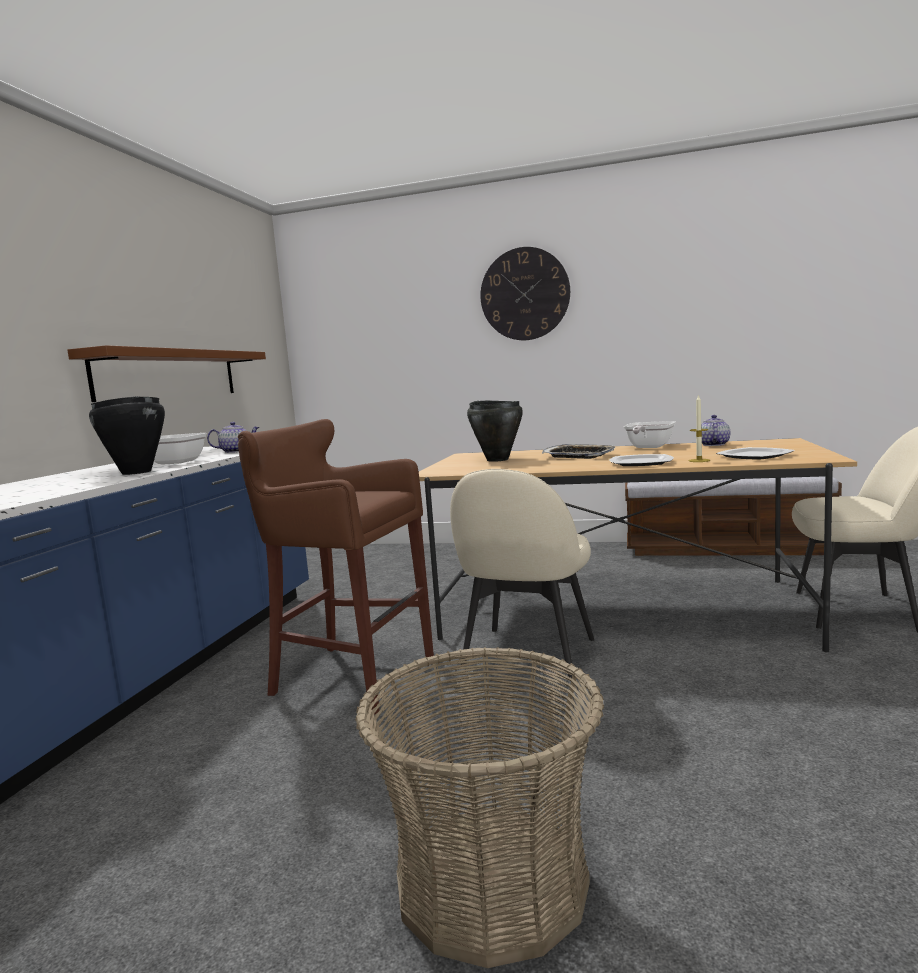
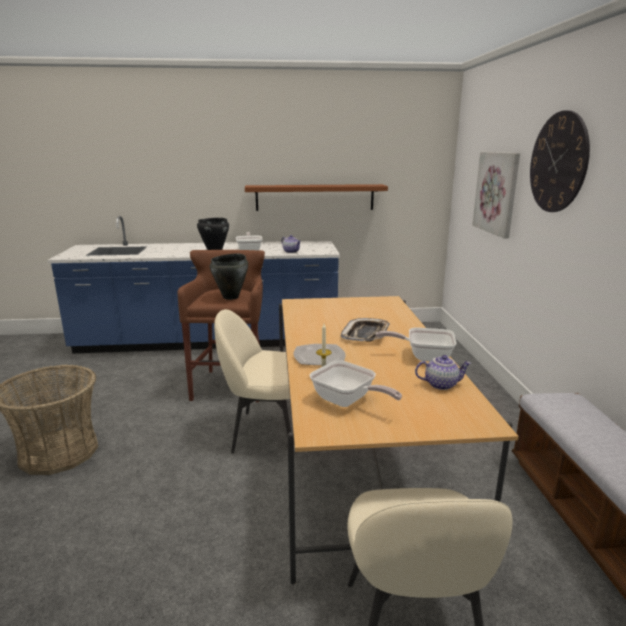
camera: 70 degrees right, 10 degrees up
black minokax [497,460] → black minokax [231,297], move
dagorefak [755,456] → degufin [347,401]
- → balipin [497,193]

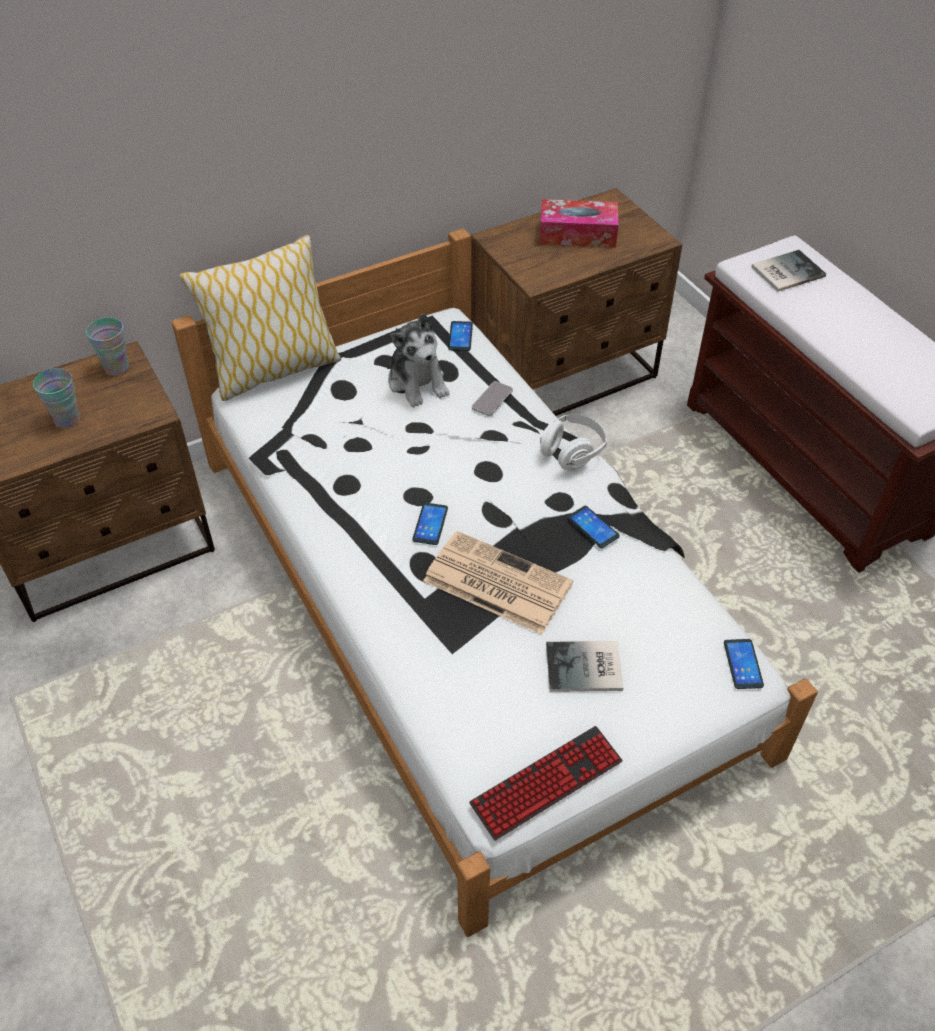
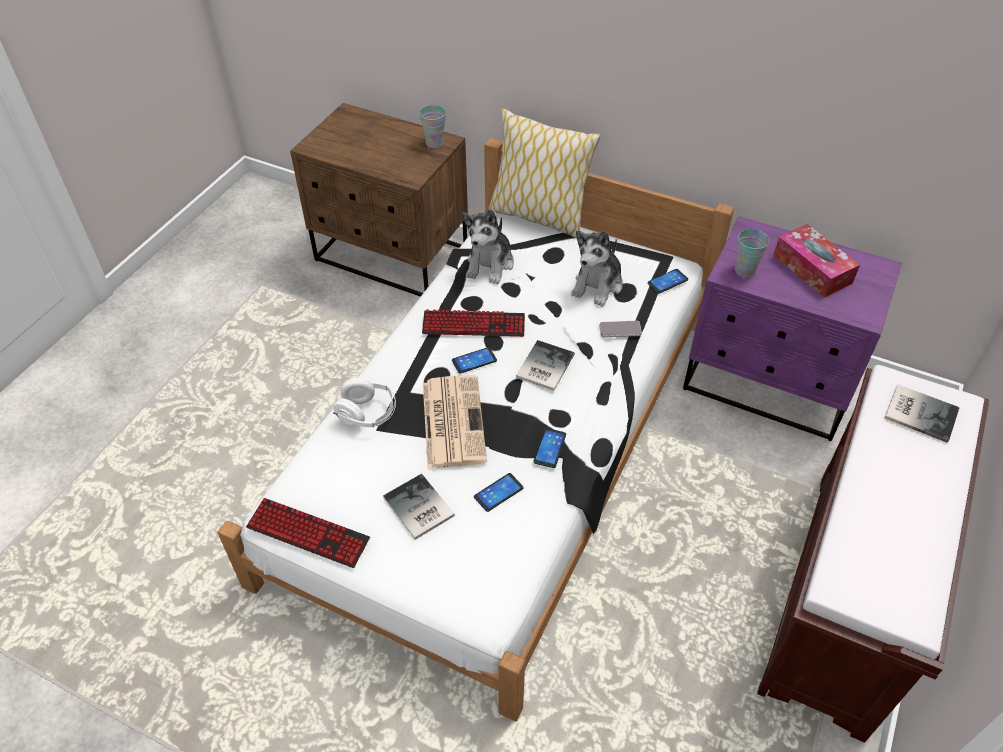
camera: 55 degrees right, 0 degrees up
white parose [572,452] → white parose [367,414], move
- → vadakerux [473,325]
- → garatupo [490,264]
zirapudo [743,664] → zirapudo [498,492], move
- → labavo [543,366]
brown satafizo [566,374] → purple satafizo [768,384]
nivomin [67,419] → nivomin [745,270], move

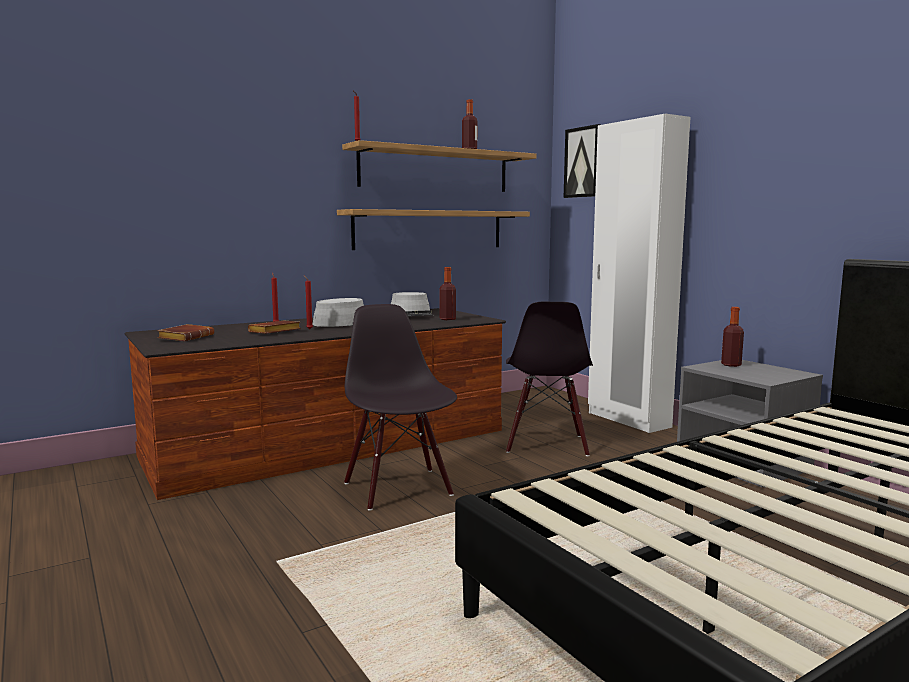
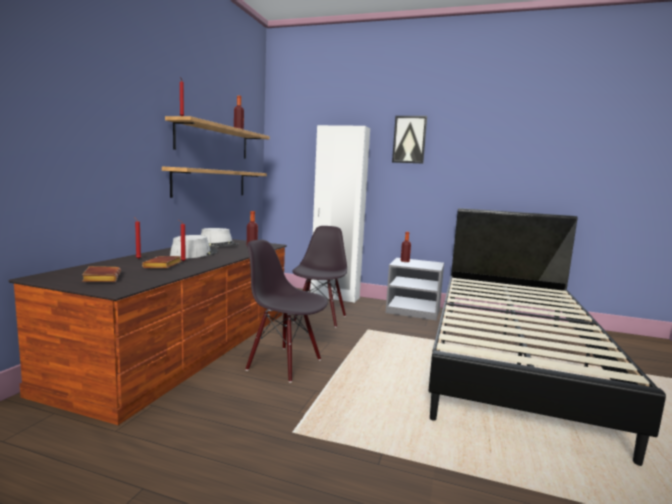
camera: 40 degrees left, 0 degrees up
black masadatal [546,444] → black masadatal [319,318], 135 degrees counterclockwise
balipin [583,162] → balipin [409,139], move

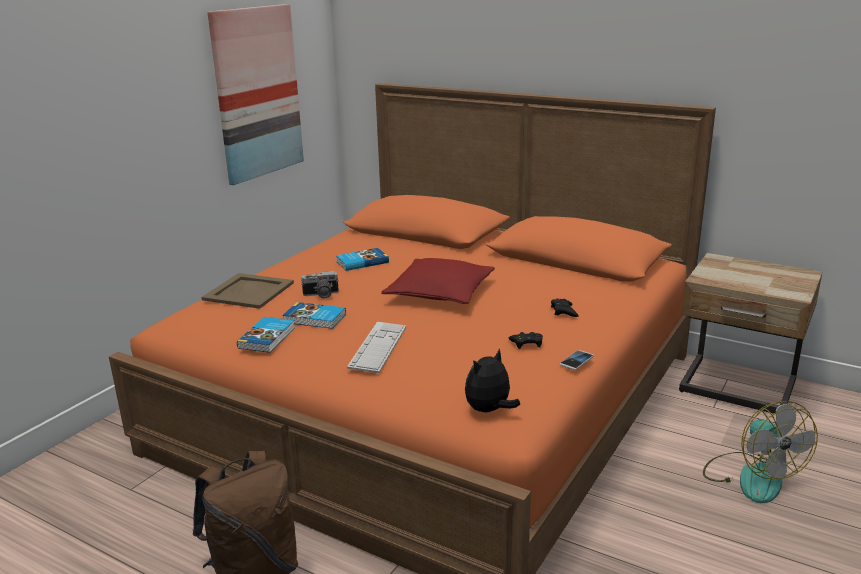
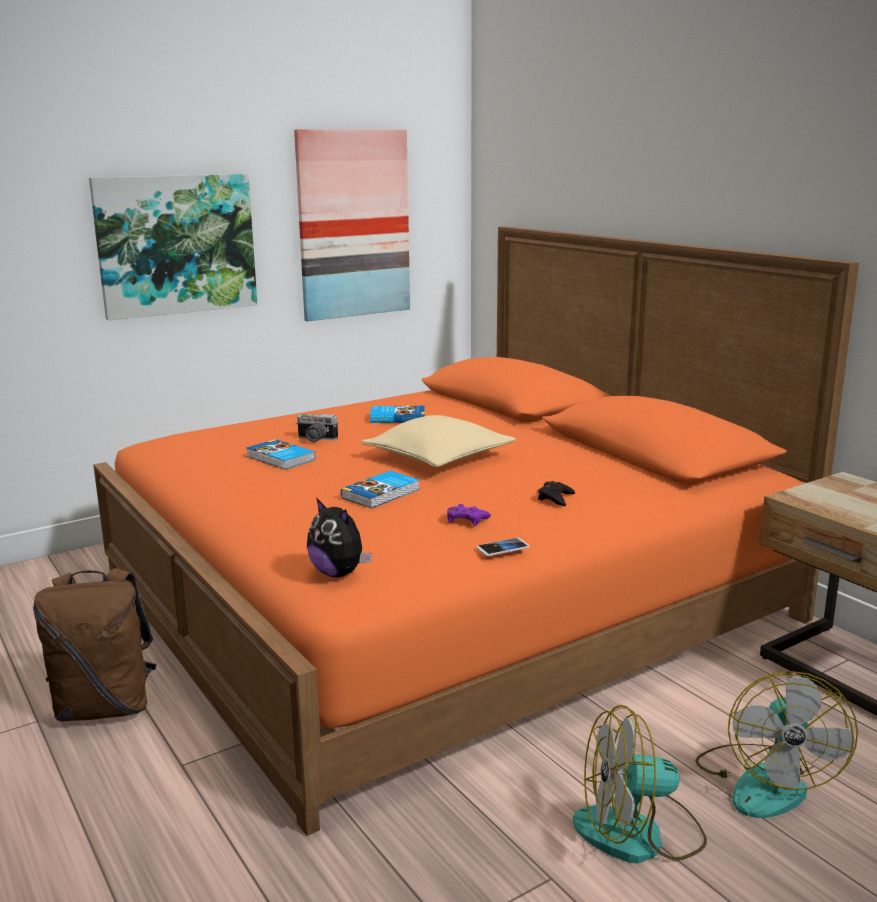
camera: 25 degrees right, 5 degrees down
- → balipin [176,244]
garatupo [489,410] → garatupo [339,573], 120 degrees counterclockwise
labavo [268,337] → labavo [382,493], move
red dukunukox [440,293] → beige dukunukox [438,457]
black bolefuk [527,343] → purple bolefuk [466,520]
- → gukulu [639,834]
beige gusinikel [248,291] → -
vadakerux [378,347] → -

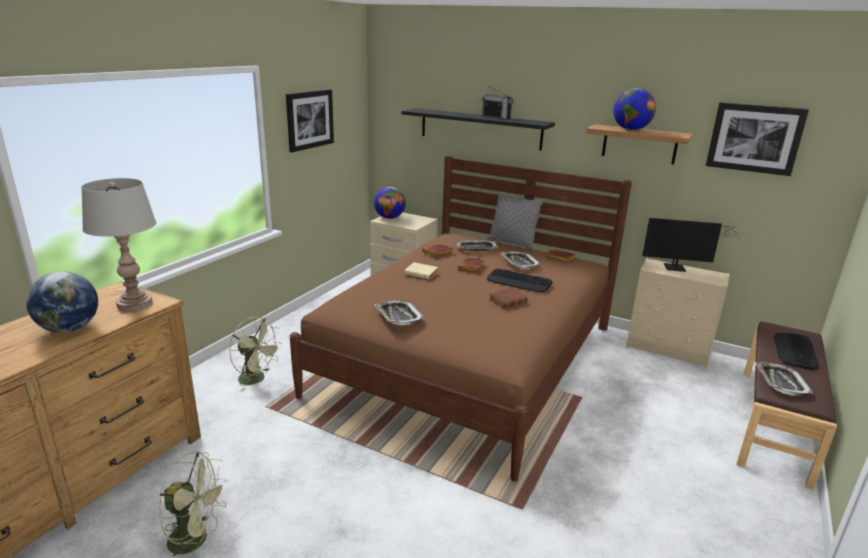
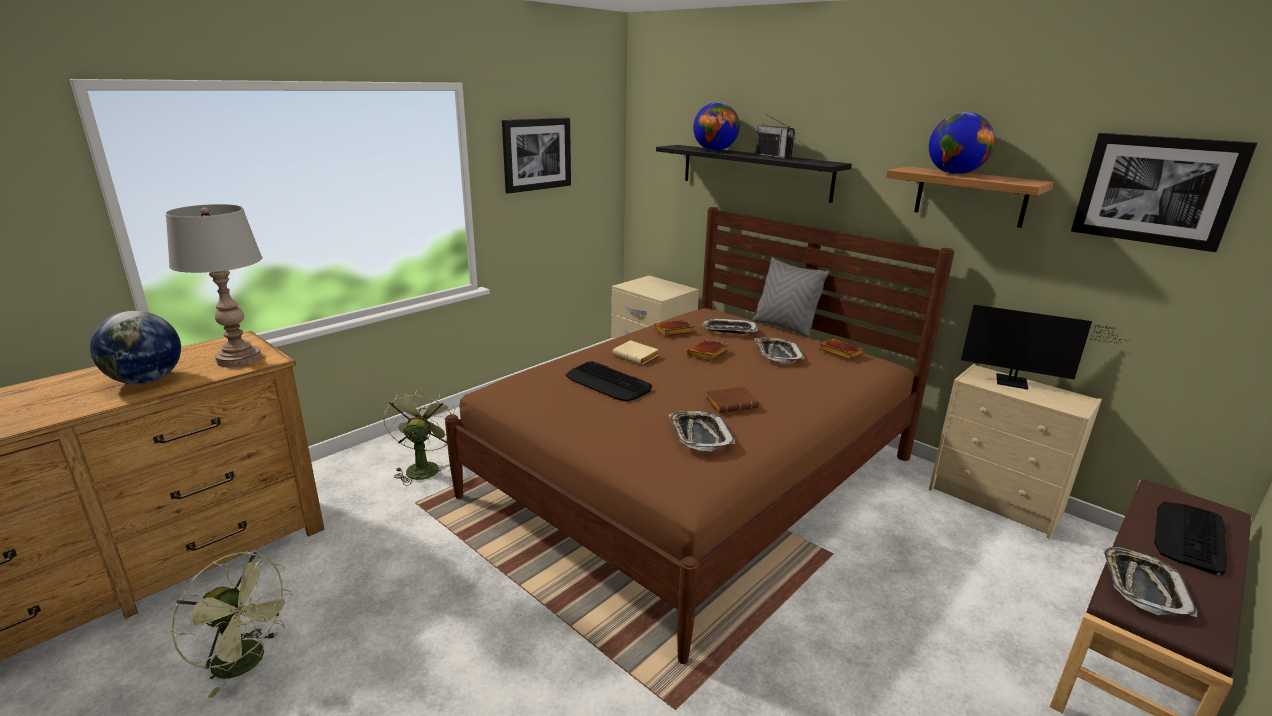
camera: 15 degrees right, 0 degrees up
green gukulu [257,379] → green gukulu [423,467], 135 degrees counterclockwise
vadakerux [519,281] → vadakerux [608,383], move
gusinikel [398,316] → gusinikel [699,435], move
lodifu [389,217] → lodifu [714,150], move

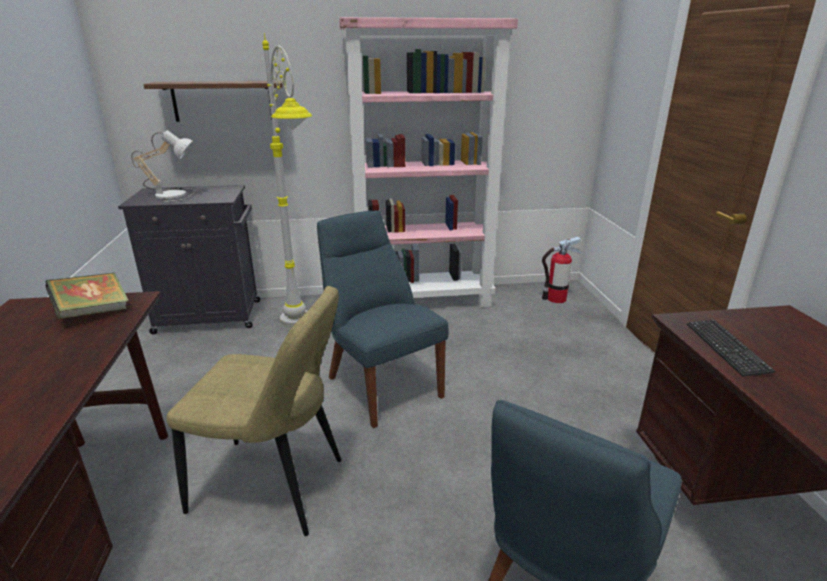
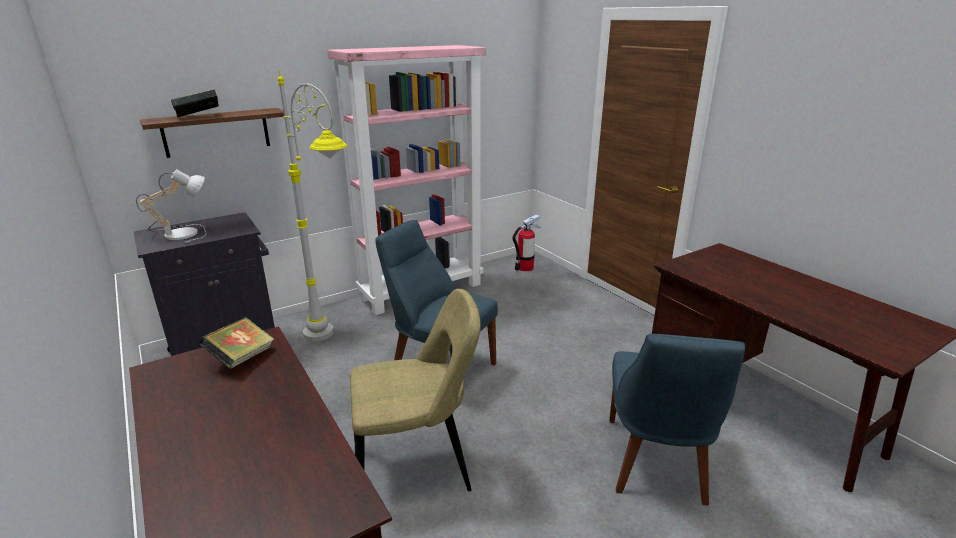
camera: 25 degrees left, 0 degrees up
- → labavo [198,117]
vadakerux [726,348] → -

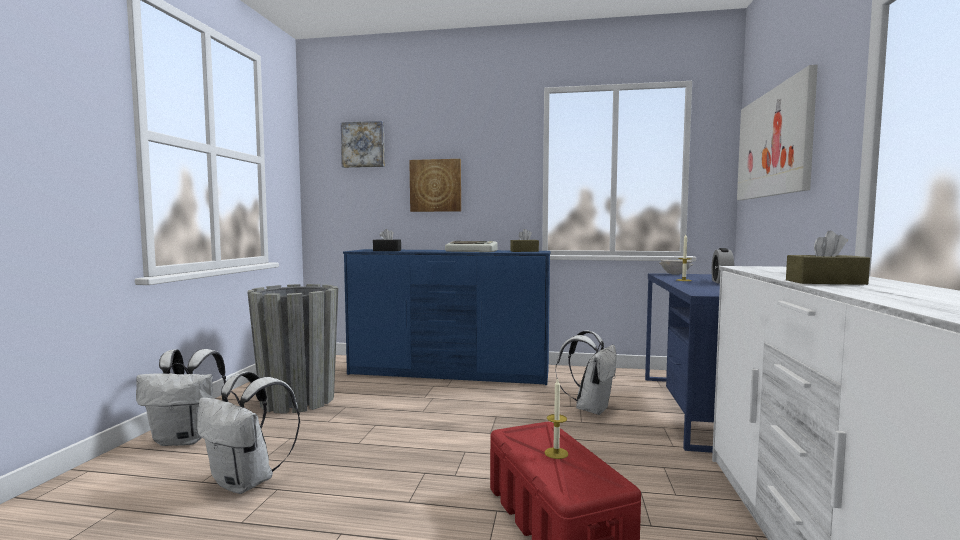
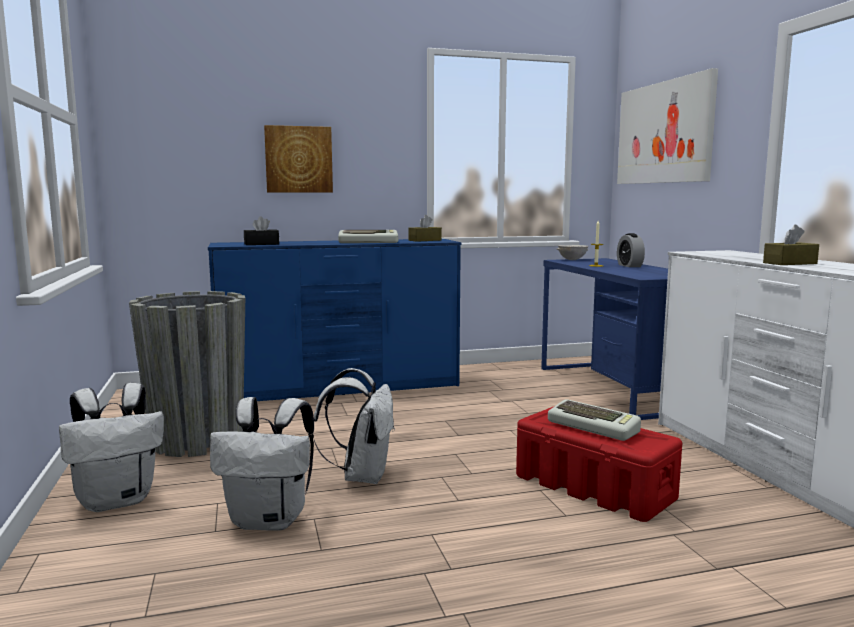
camera: 25 degrees left, 5 degrees up
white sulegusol [590,408] → white sulegusol [362,476], move
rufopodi [556,453] → vadakerux [594,427]
balipin [363,145] → -

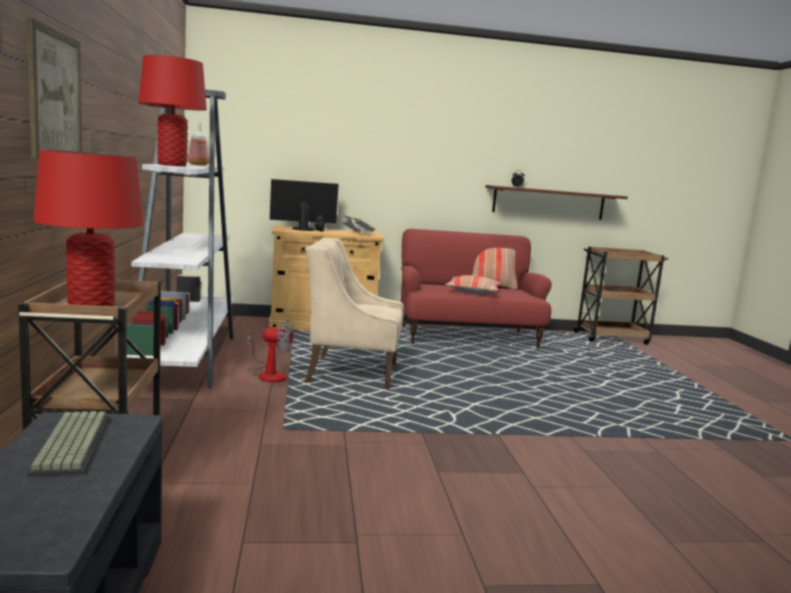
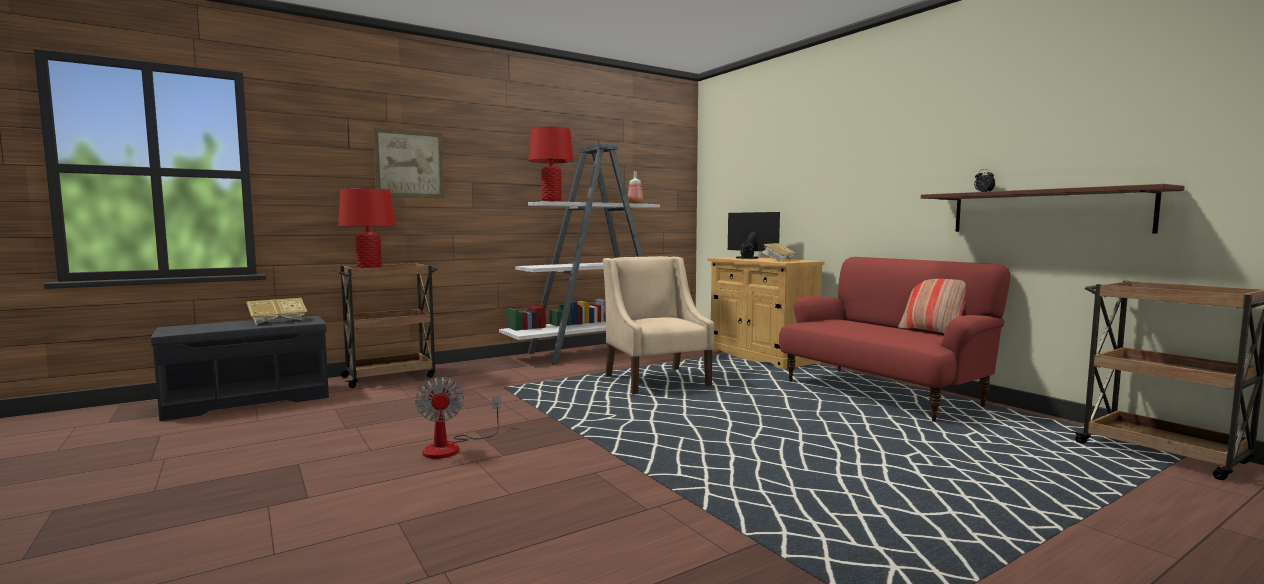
camera: 65 degrees right, 5 degrees down
vadakerux [70,443] → labavo [277,321]
gukulu [268,374] → gukulu [452,447], move
dukunukox [473,291] → -

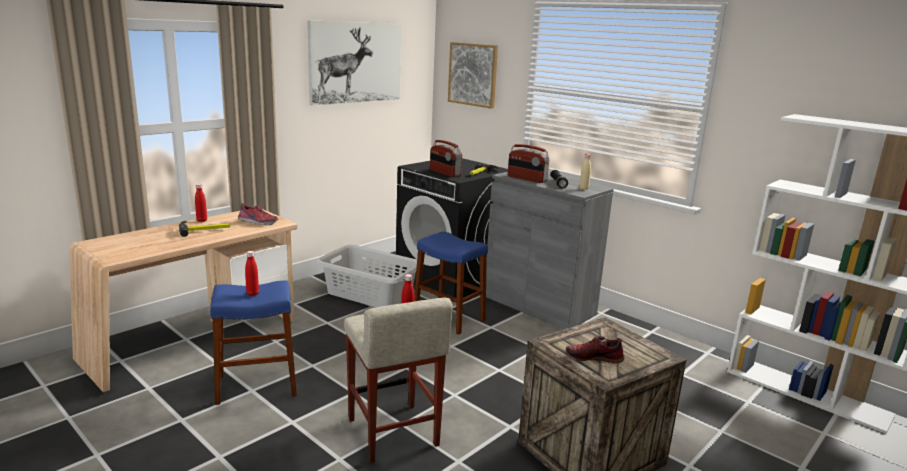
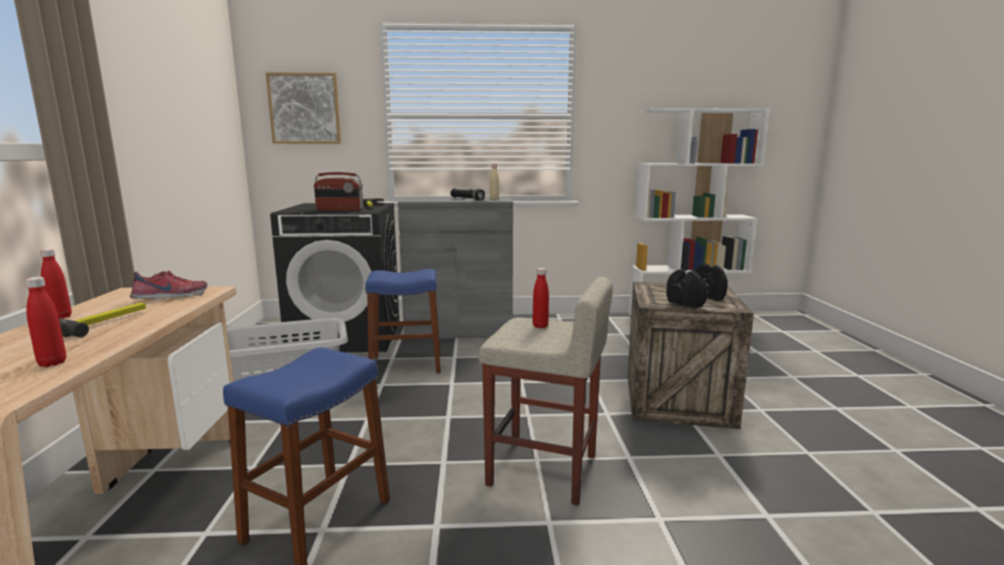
camera: 45 degrees left, 5 degrees down
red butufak [252,294] → red butufak [52,363], move
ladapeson [594,357] → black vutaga [696,301]
balipin [356,62] → -
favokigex [526,179] → -

